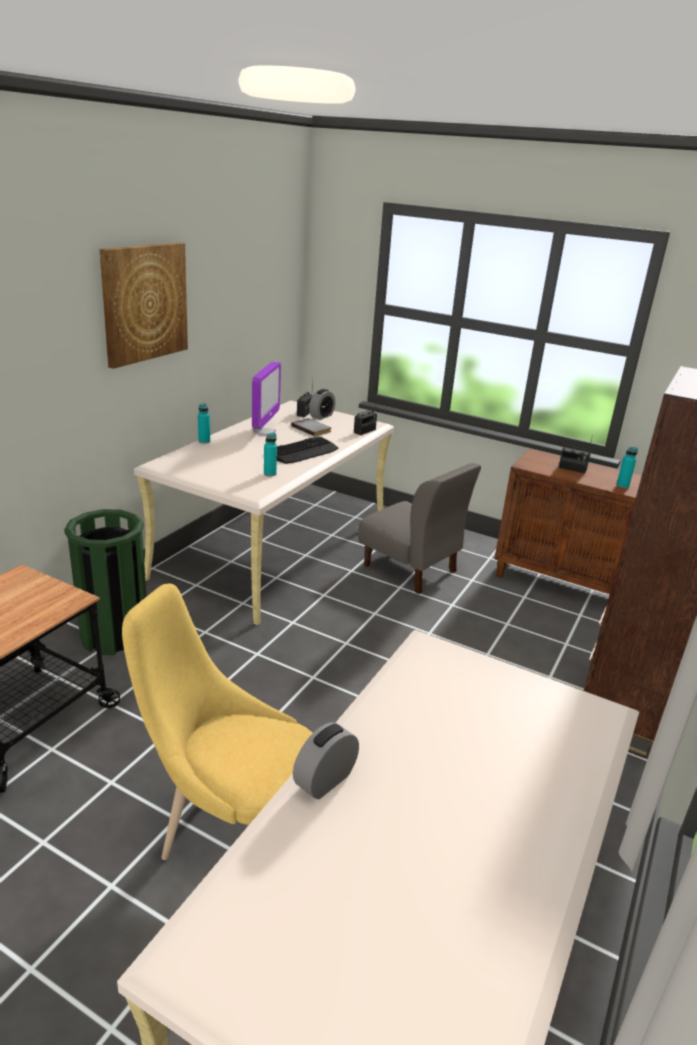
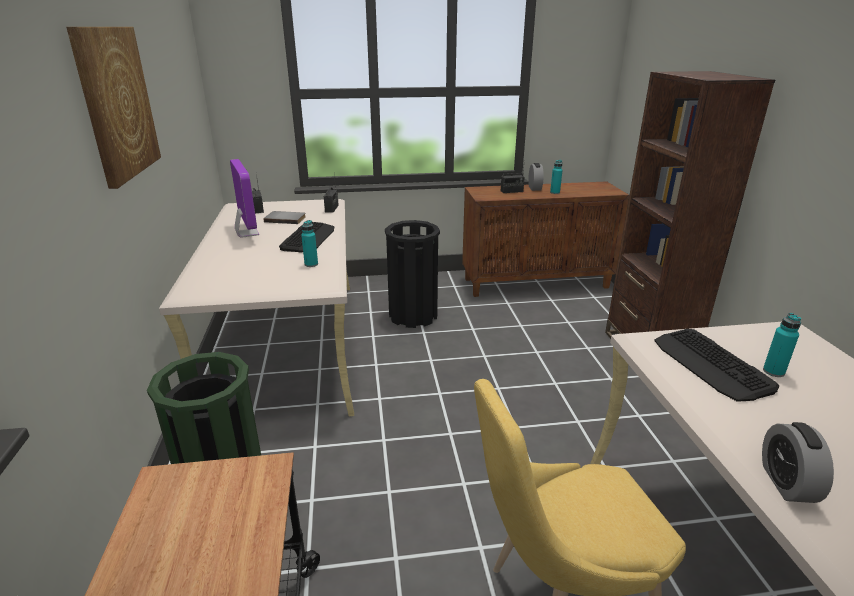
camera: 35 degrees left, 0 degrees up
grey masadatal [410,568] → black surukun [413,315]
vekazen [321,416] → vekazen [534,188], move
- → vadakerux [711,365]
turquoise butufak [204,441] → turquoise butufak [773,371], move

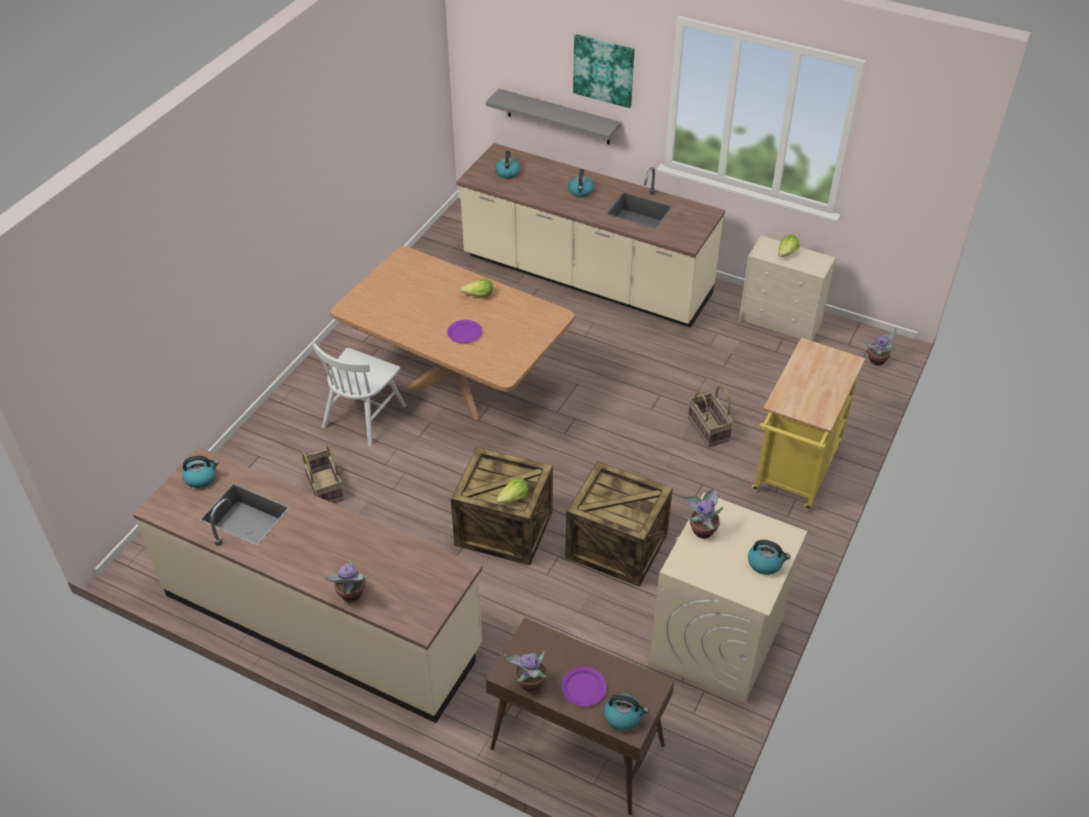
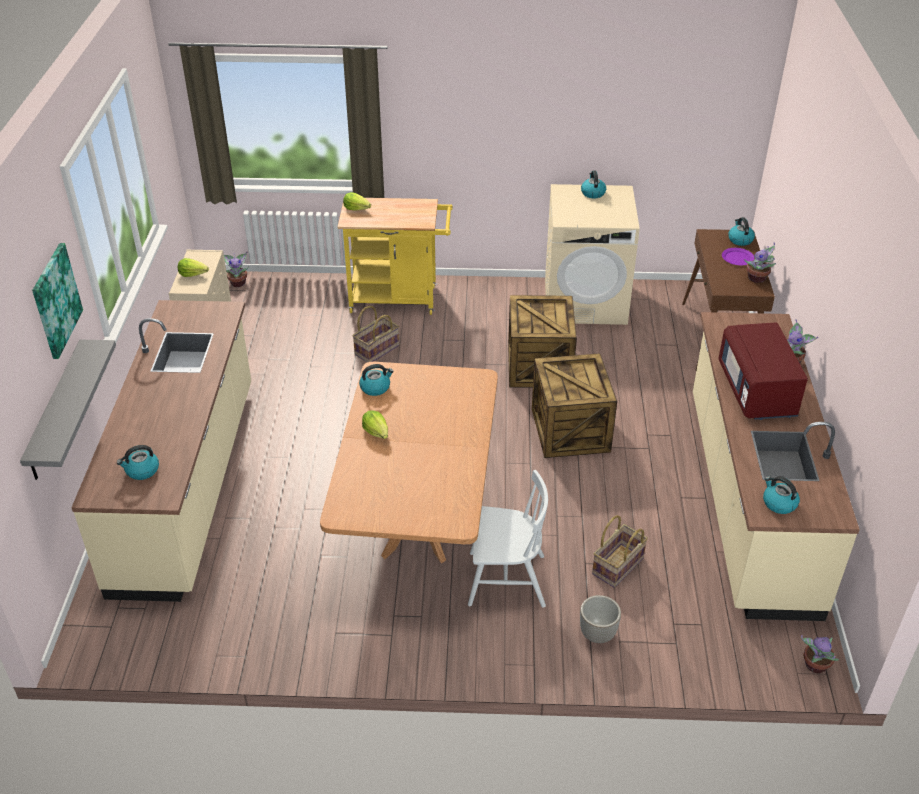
camera: 115 degrees left, 5 degrees down
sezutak [514,498] → sezutak [357,209], move
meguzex [580,192] → meguzex [375,387], move
- → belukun [597,634]
- → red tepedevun [757,392]
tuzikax [702,529] → tuzikax [814,666], move
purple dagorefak [465,333] → -

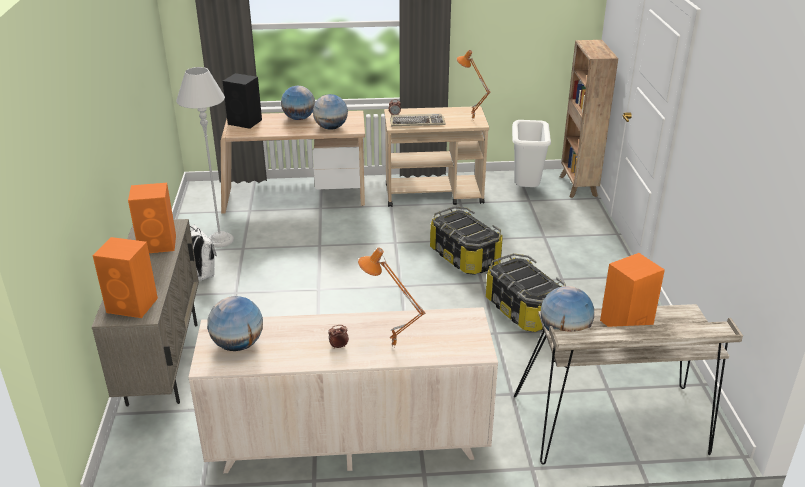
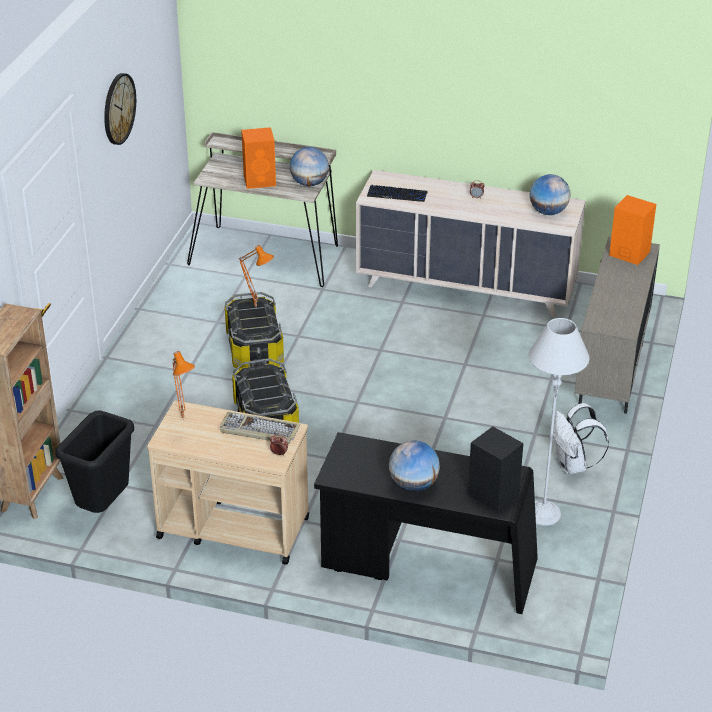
camera: 160 degrees left, 5 degrees up
white surukun [526,188] → black surukun [103,507]
- → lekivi [118,108]
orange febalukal [392,347] → orange febalukal [257,306], move
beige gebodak [295,199] → black gebodak [427,567]
- → vadakerux [397,194]
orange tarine [159,244] → -
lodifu [331,128] → -

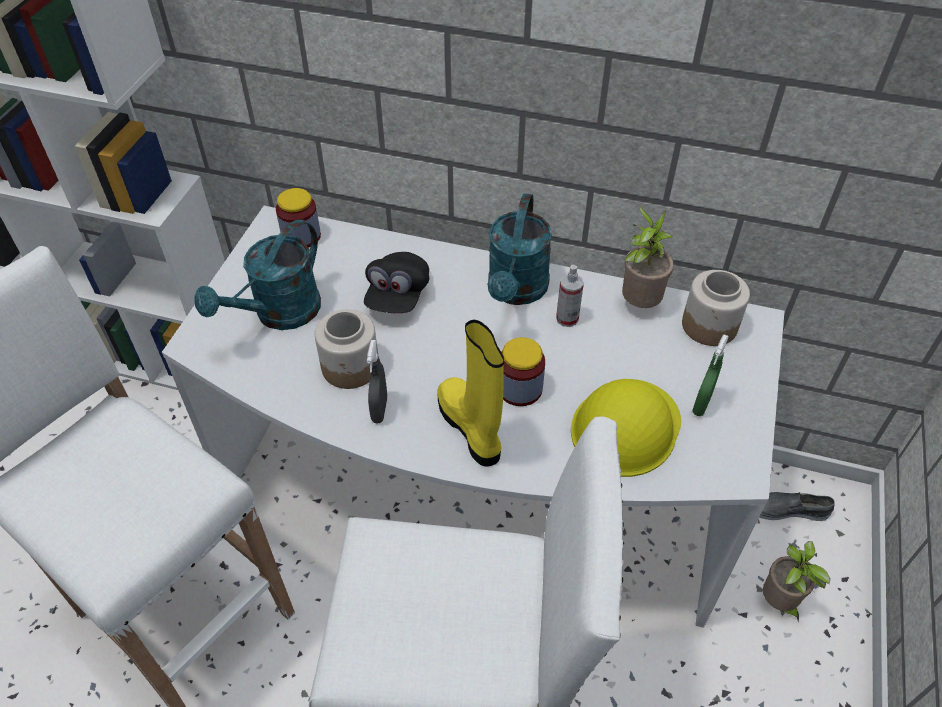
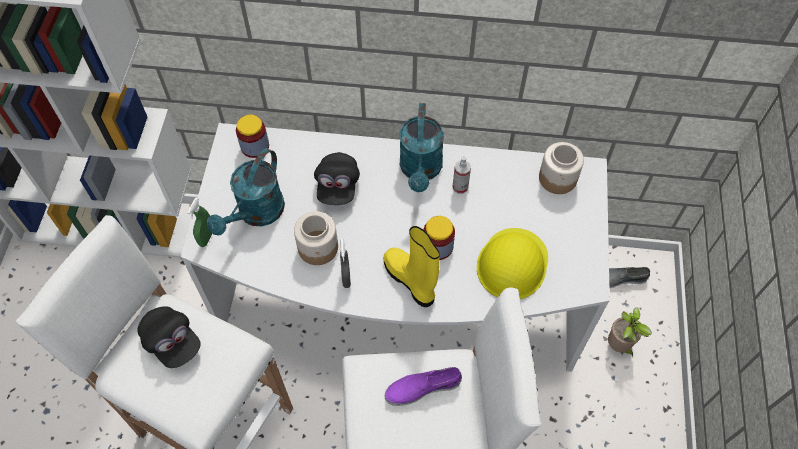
camera: 10 degrees left, 10 degrees up
- → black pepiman [172,342]
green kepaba [701,404] → green kepaba [206,237], move
- → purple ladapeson [422,387]
tuzikax [638,303] → -

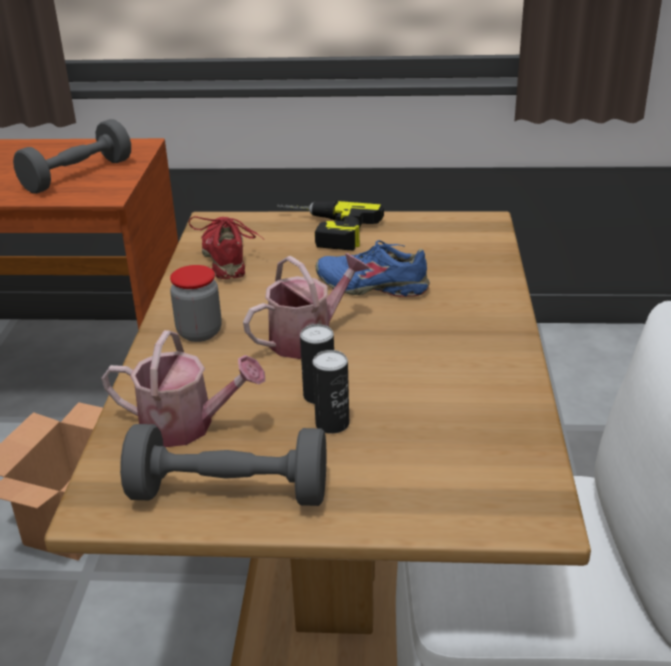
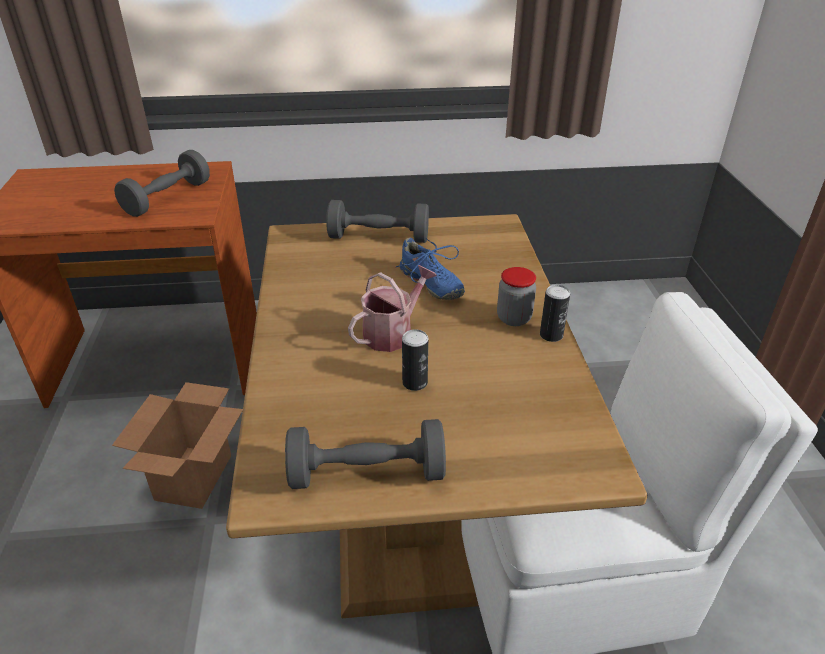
camera: 10 degrees left, 5 degrees up
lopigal [322,231] → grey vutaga [379,238]
blue ladapeson [372,286] → blue ladapeson [430,284], 135 degrees counterclockwise
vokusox [199,332] → vokusox [514,318], move
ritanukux [332,424] → ritanukux [551,335], move
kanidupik [187,425] → -
red ladapeson [227,257] → -

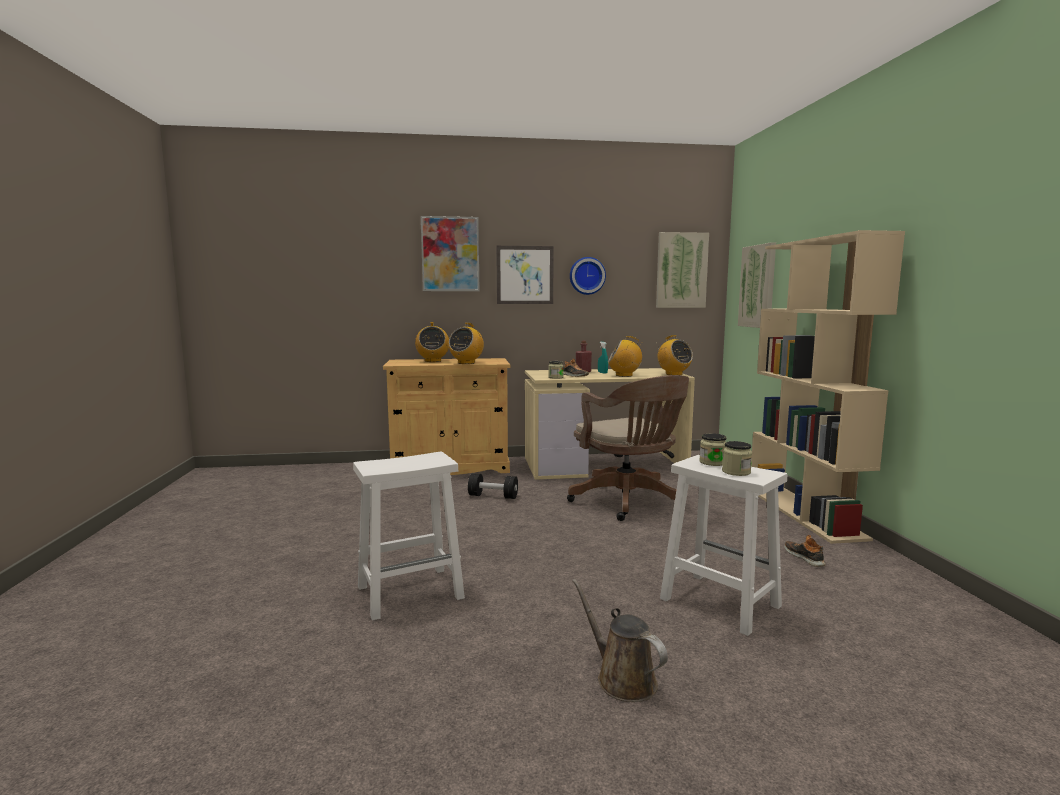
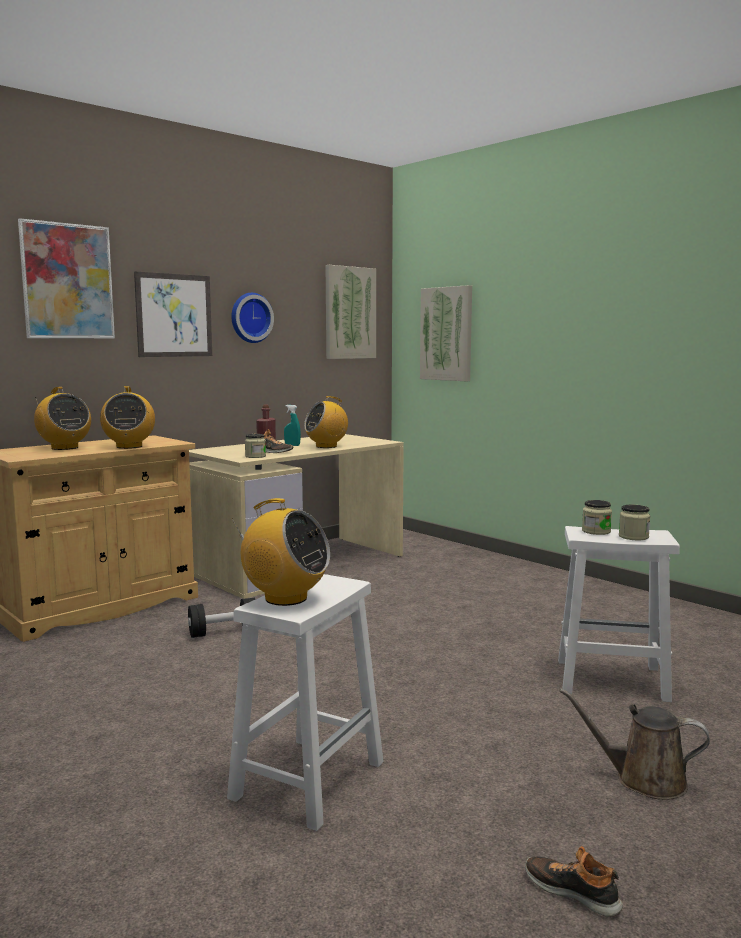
camera: 35 degrees left, 0 degrees up
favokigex [673,374] → favokigex [285,598], move
ladapeson [804,557] → ladapeson [573,891], move
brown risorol [629,502] → -
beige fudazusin [805,513] → -

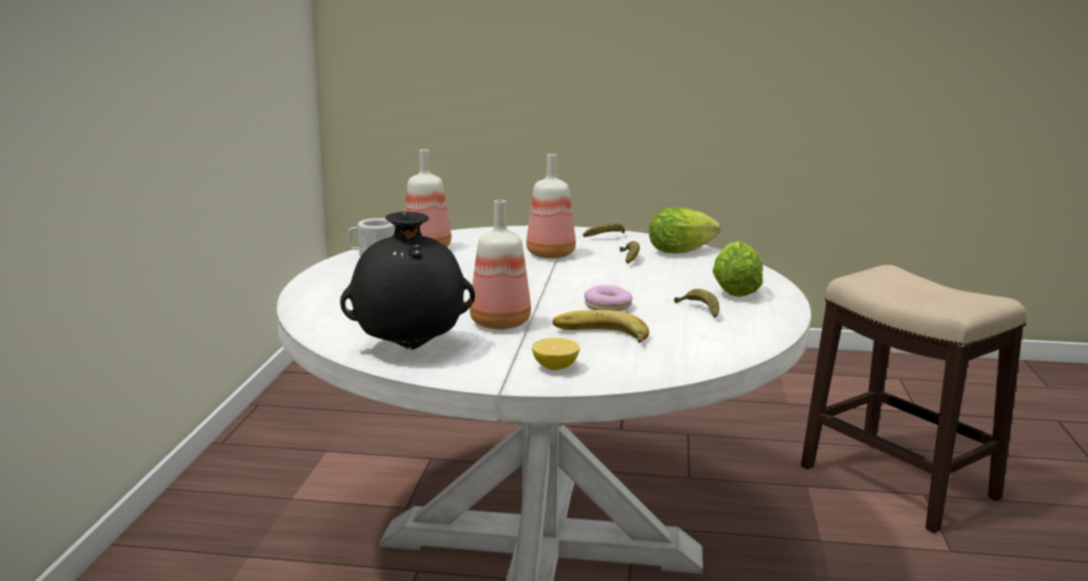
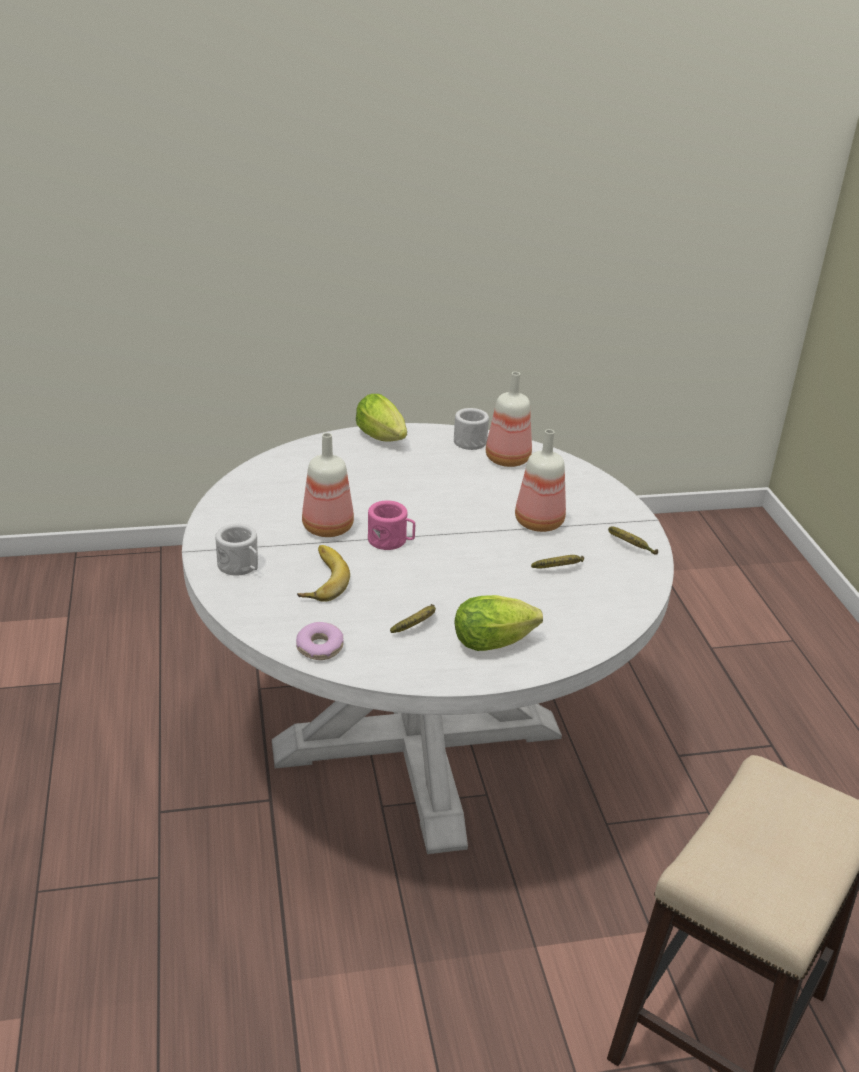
camera: 70 degrees right, 15 degrees up
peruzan [555,367] → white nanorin [241,567]
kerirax [608,307] → kerirax [319,648], move
sezutak [684,251] → sezutak [383,439], move
- → pink nanorin [391,541]
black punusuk [411,347] → -

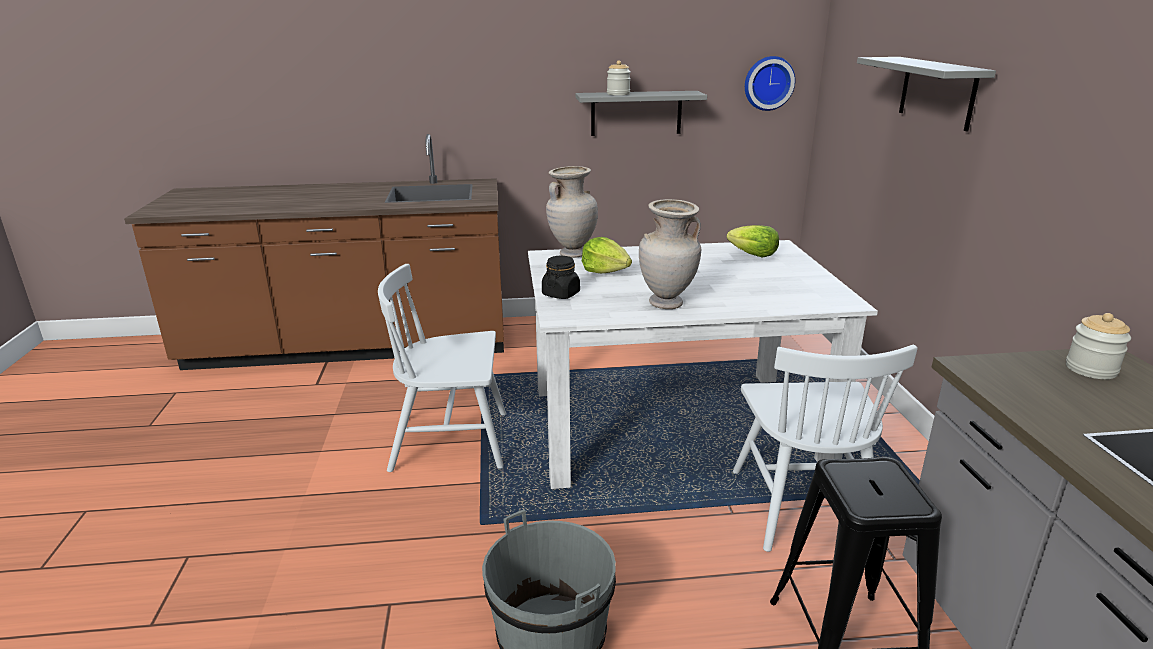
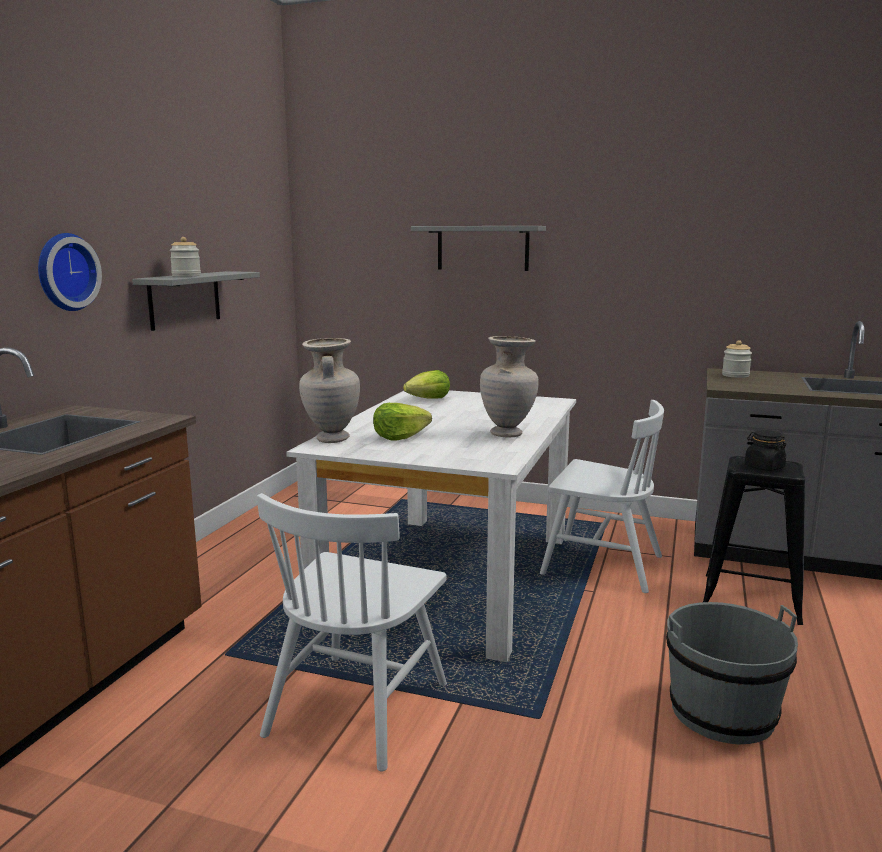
camera: 65 degrees left, 10 degrees down
lekivi [768,83] → lekivi [64,272], move
black vokusox [561,294] → black vokusox [764,467], move

